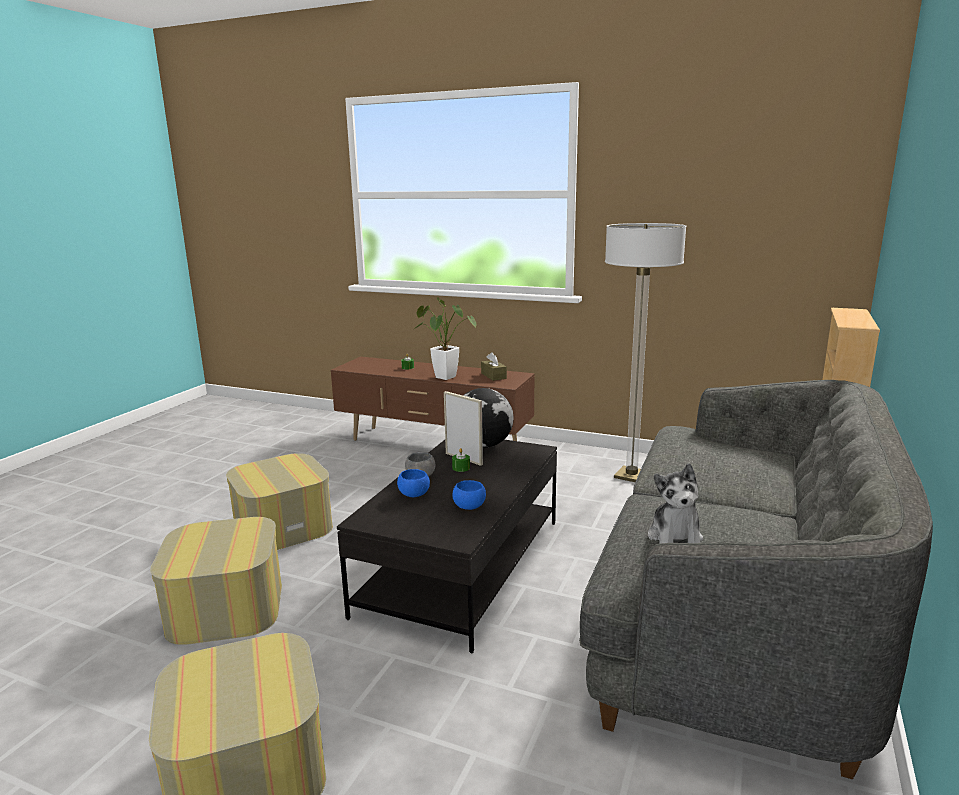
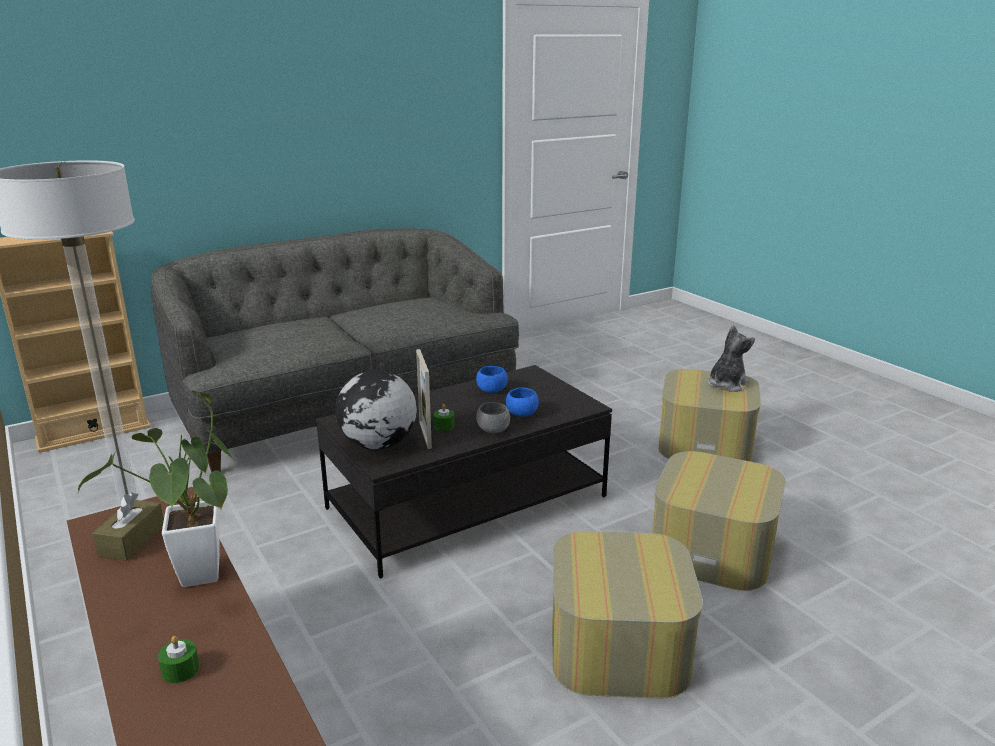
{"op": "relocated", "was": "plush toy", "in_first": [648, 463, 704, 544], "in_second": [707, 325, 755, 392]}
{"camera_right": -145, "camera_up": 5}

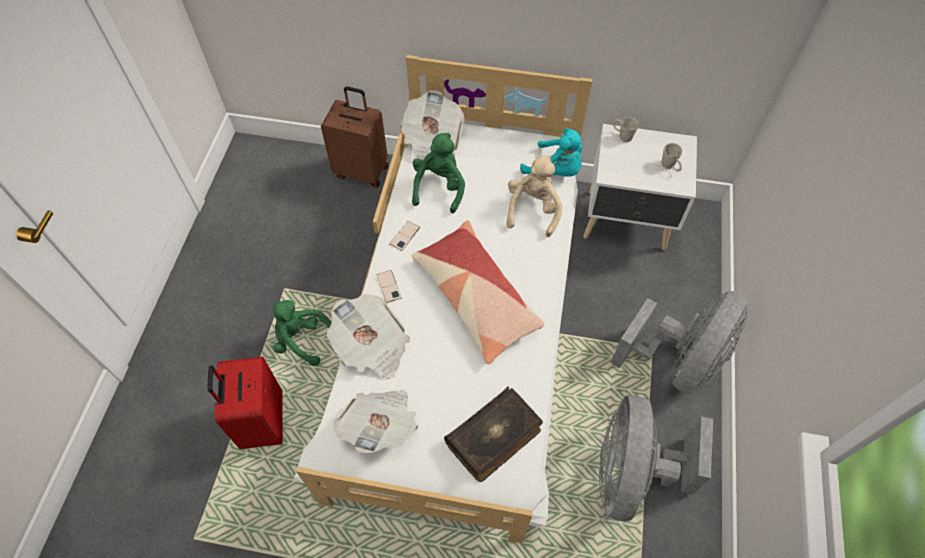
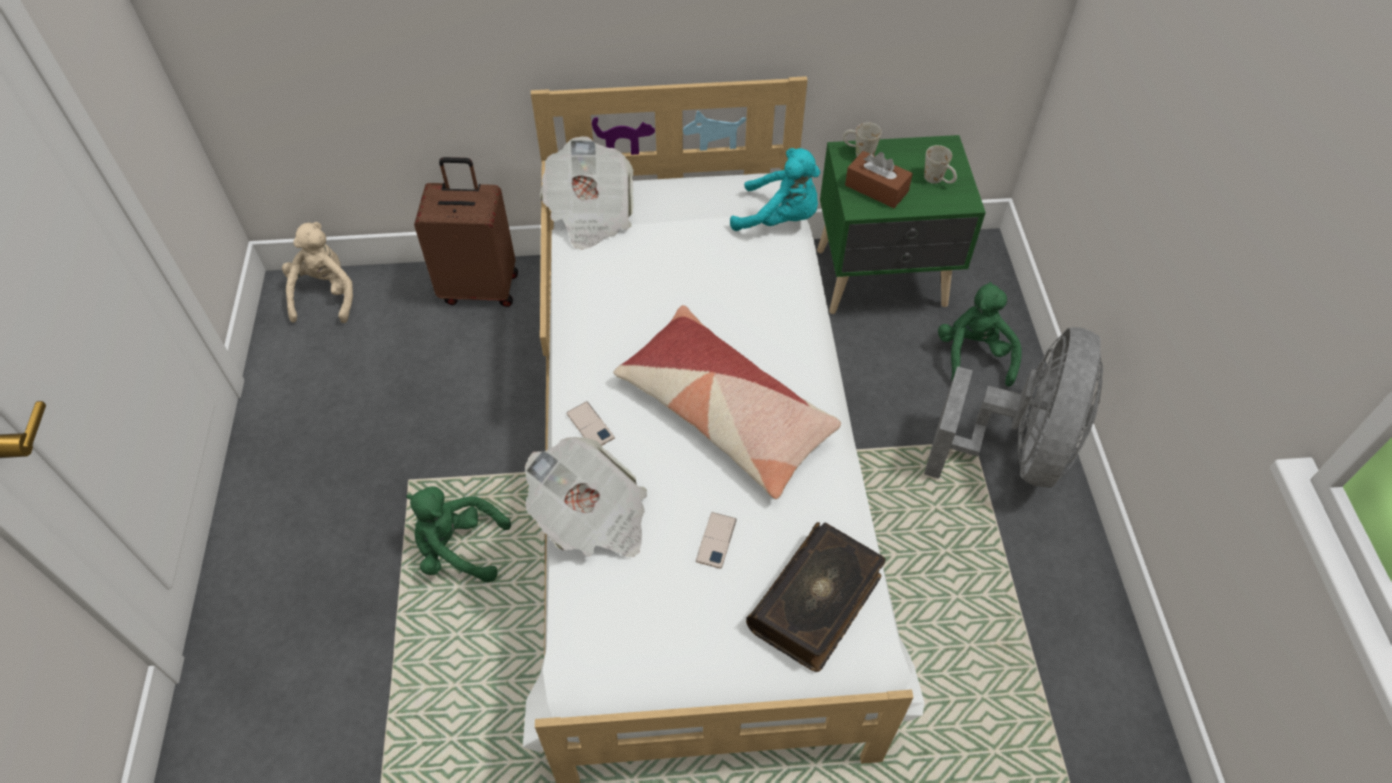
{"op": "missing", "was": "red suitcase", "in_first": [207, 357, 283, 449]}
{"op": "missing", "was": "newspaper", "in_first": [334, 390, 418, 453]}
{"op": "relocated", "was": "phone", "in_first": [389, 221, 420, 251], "in_second": [696, 512, 737, 569]}
{"op": "relocated", "was": "green plush toy", "in_first": [412, 133, 465, 214], "in_second": [938, 282, 1022, 386]}
{"op": "relocated", "was": "beige plush toy", "in_first": [507, 155, 563, 237], "in_second": [282, 222, 353, 323]}
{"op": "colour", "was": "white nightstand", "now": "green nightstand", "in_first": [583, 124, 697, 250], "in_second": [817, 135, 986, 314]}
{"op": "missing", "was": "grey fan", "in_first": [599, 395, 713, 521]}
{"op": "appeared", "now": "brown tissue box", "in_second": [845, 151, 913, 208]}
{"camera_right": -15, "camera_up": -5}

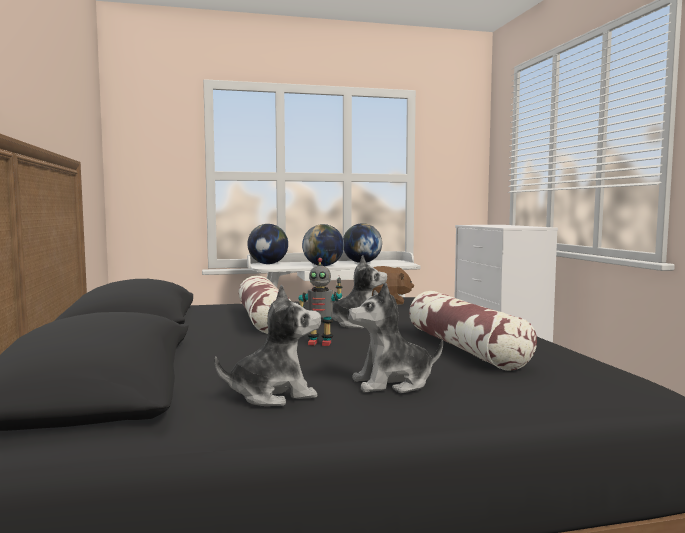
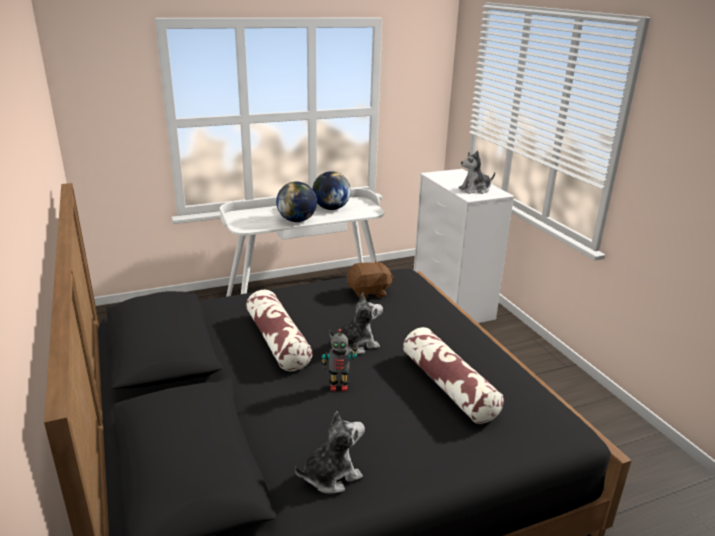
{"op": "missing", "was": "globe", "in_first": [247, 224, 288, 264]}
{"op": "relocated", "was": "plush toy", "in_first": [347, 282, 443, 393], "in_second": [458, 150, 495, 194]}
{"camera_right": -10, "camera_up": 20}

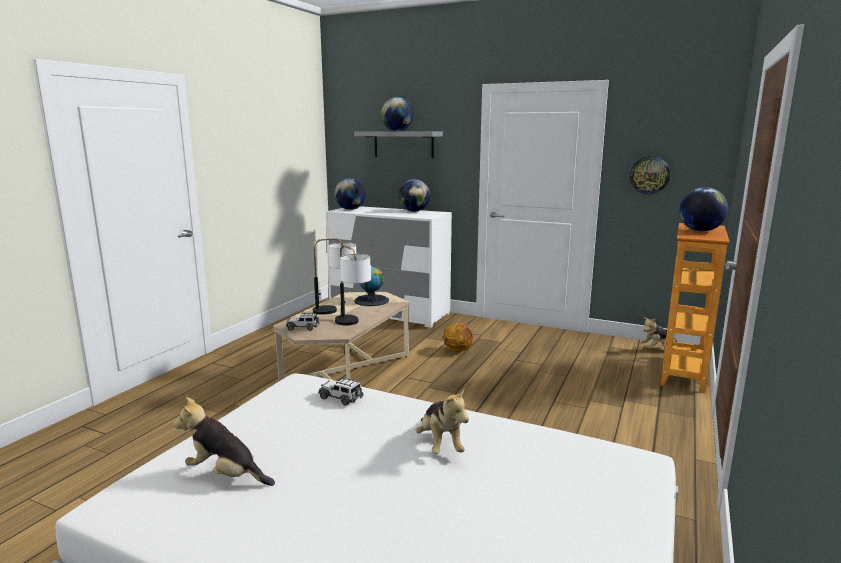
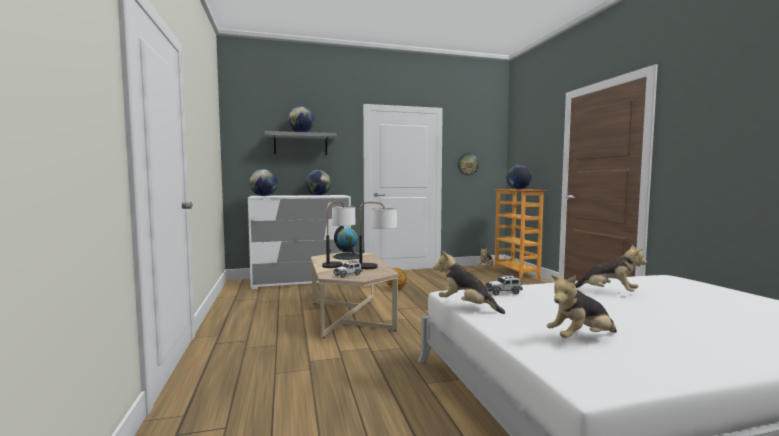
{"op": "appeared", "now": "plush toy", "in_second": [433, 250, 505, 314]}
{"camera_right": -40, "camera_up": -10}

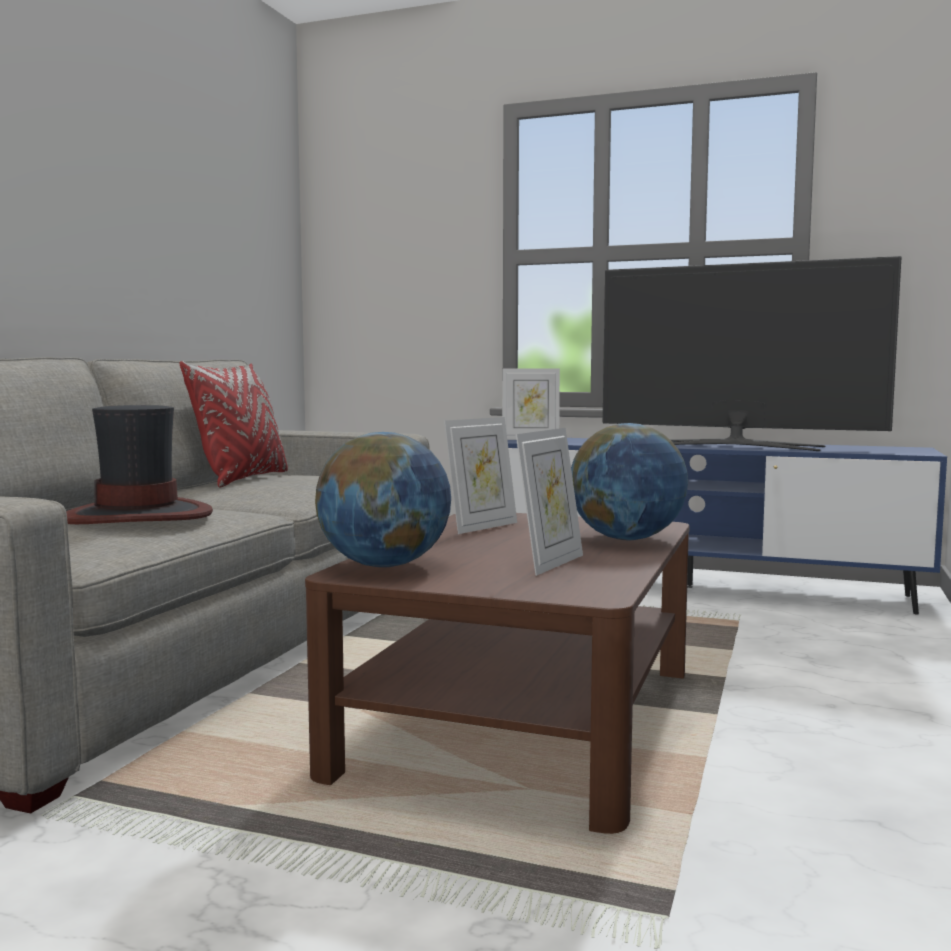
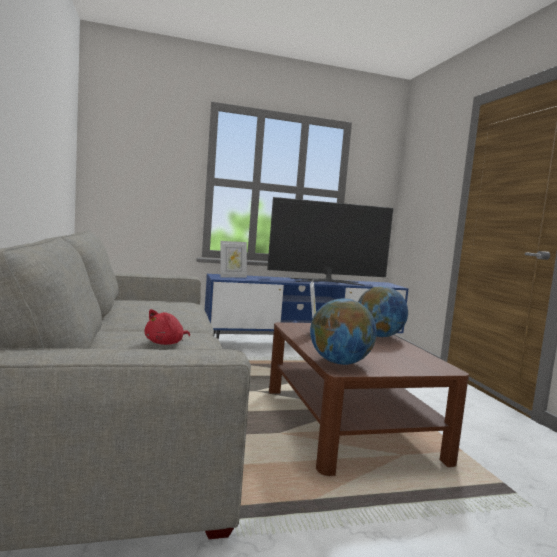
{"op": "exchanged", "was": "hat", "now": "red plush toy", "in_first": [66, 405, 213, 524], "in_second": [145, 309, 190, 345]}
{"op": "missing", "was": "red pillow", "in_first": [179, 361, 288, 487]}
{"op": "missing", "was": "picture frame", "in_first": [516, 428, 583, 576]}
{"camera_right": -35, "camera_up": 0}

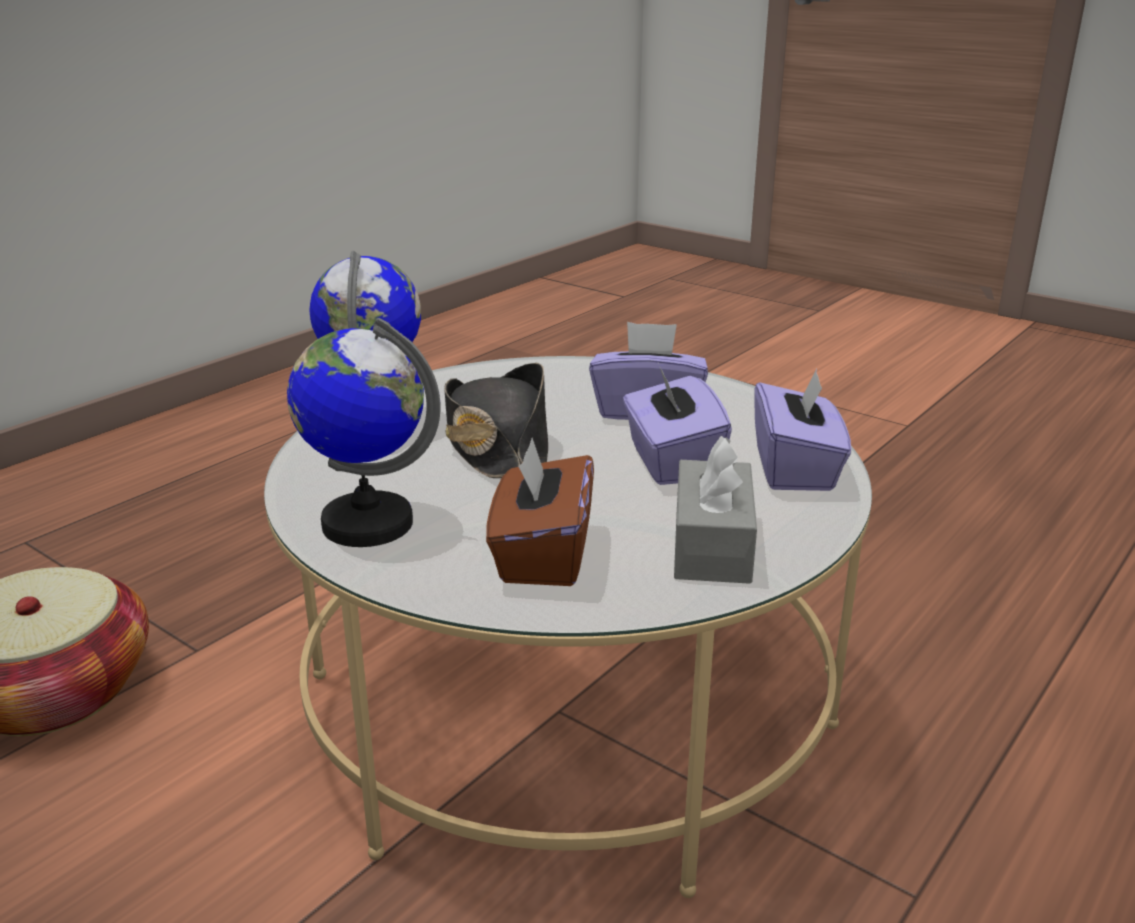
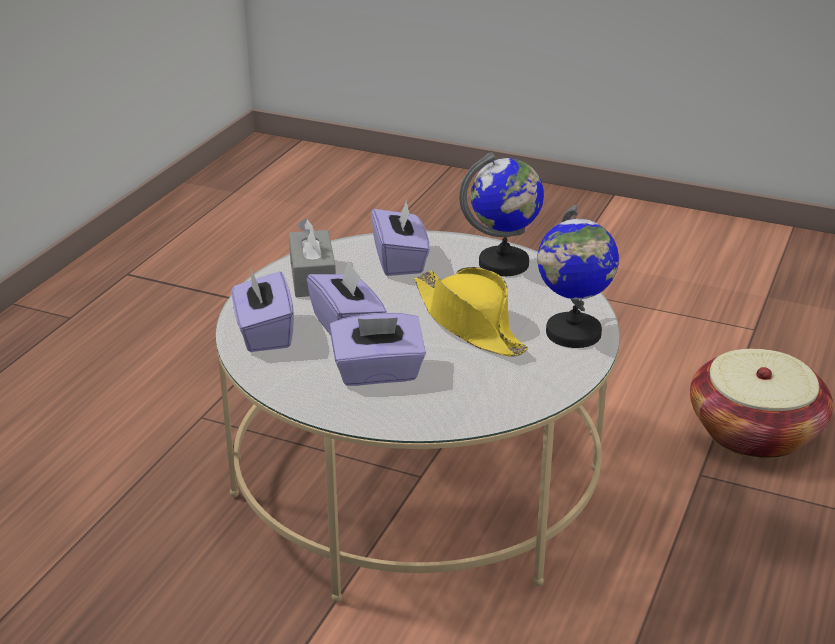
{"op": "colour", "was": "black hat", "now": "yellow hat", "in_first": [444, 363, 548, 478], "in_second": [414, 267, 528, 357]}
{"op": "colour", "was": "brown tissue box", "now": "purple tissue box", "in_first": [486, 438, 594, 586], "in_second": [371, 200, 430, 276]}
{"camera_right": 165, "camera_up": 5}

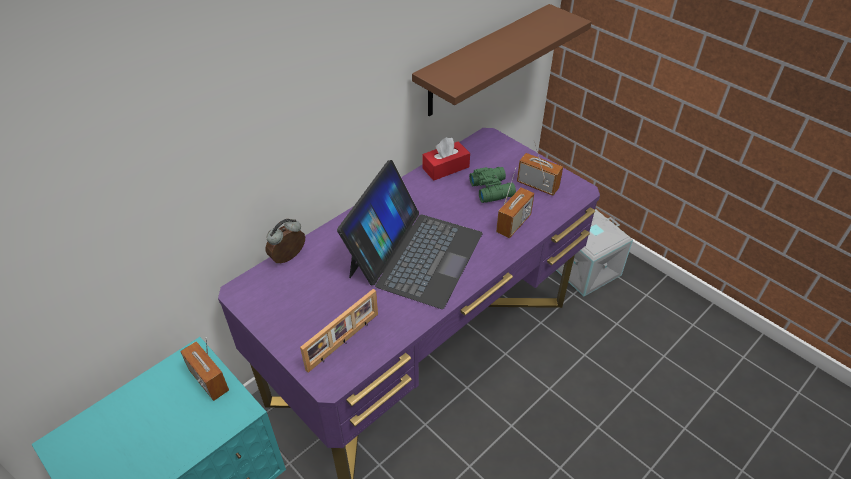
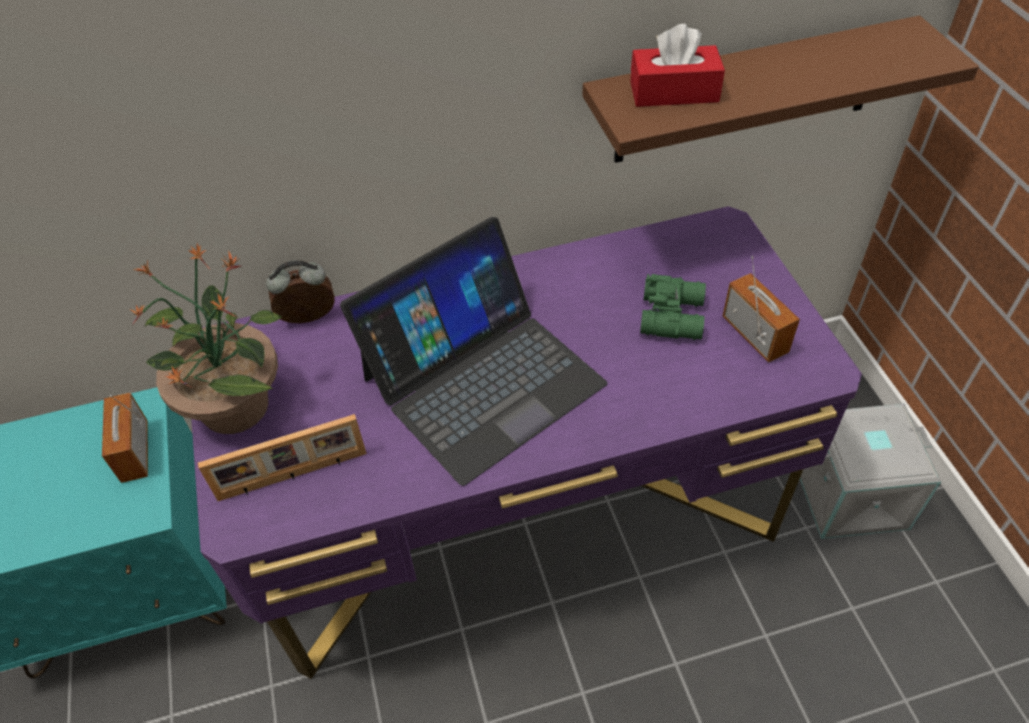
{"op": "relocated", "was": "red tissue box", "in_first": [422, 137, 470, 181], "in_second": [630, 24, 725, 107]}
{"op": "missing", "was": "radio", "in_first": [496, 168, 534, 238]}
{"op": "appeared", "now": "potted plant", "in_second": [131, 243, 283, 434]}
{"camera_right": 30, "camera_up": 5}

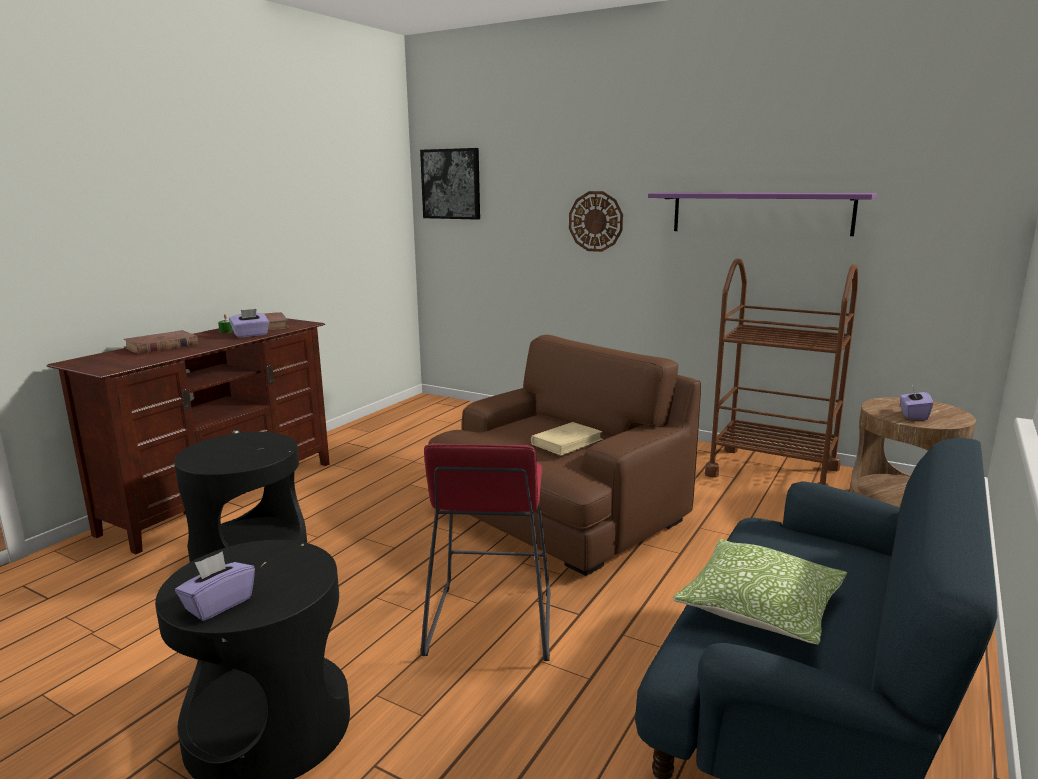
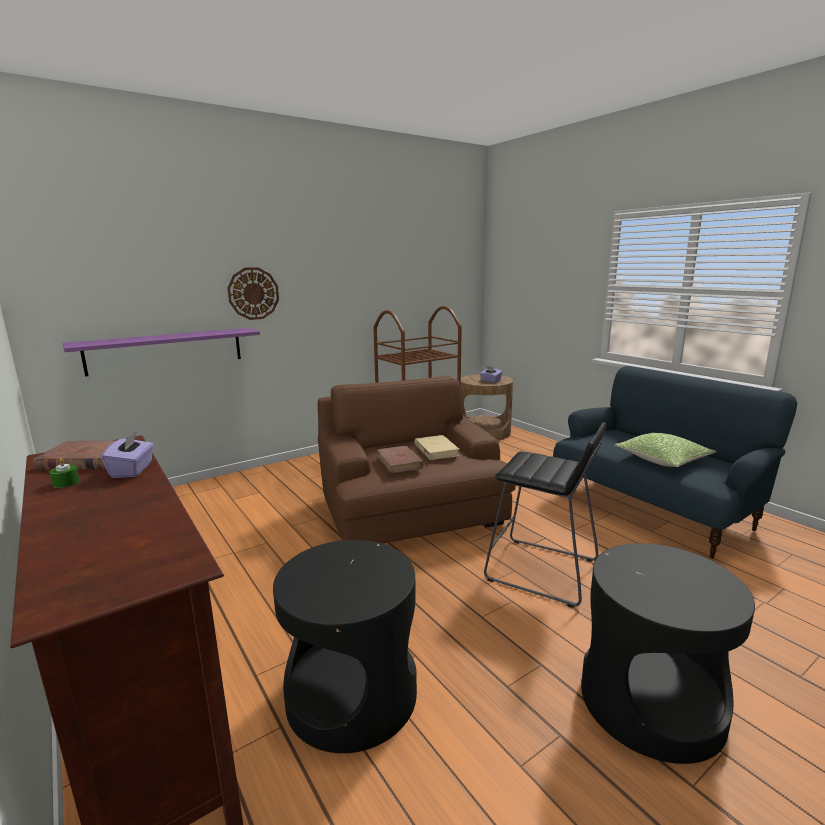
{"op": "relocated", "was": "brown book", "in_first": [124, 330, 198, 354], "in_second": [377, 446, 424, 473]}
{"op": "missing", "was": "purple tissue box", "in_first": [175, 551, 255, 621]}
{"op": "missing", "was": "picture", "in_first": [420, 148, 480, 220]}
{"op": "colour", "was": "red stool", "now": "black stool", "in_first": [421, 443, 550, 661], "in_second": [484, 423, 606, 608]}
{"op": "relocated", "was": "purple shelf", "in_first": [648, 193, 877, 236], "in_second": [63, 328, 260, 377]}
{"camera_right": -65, "camera_up": 0}

